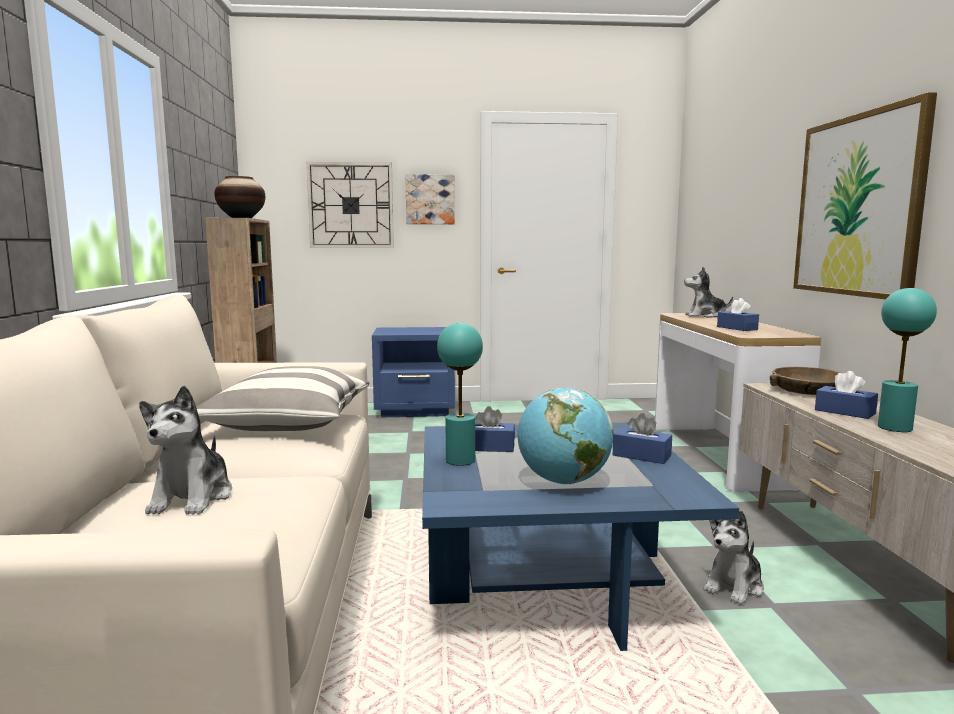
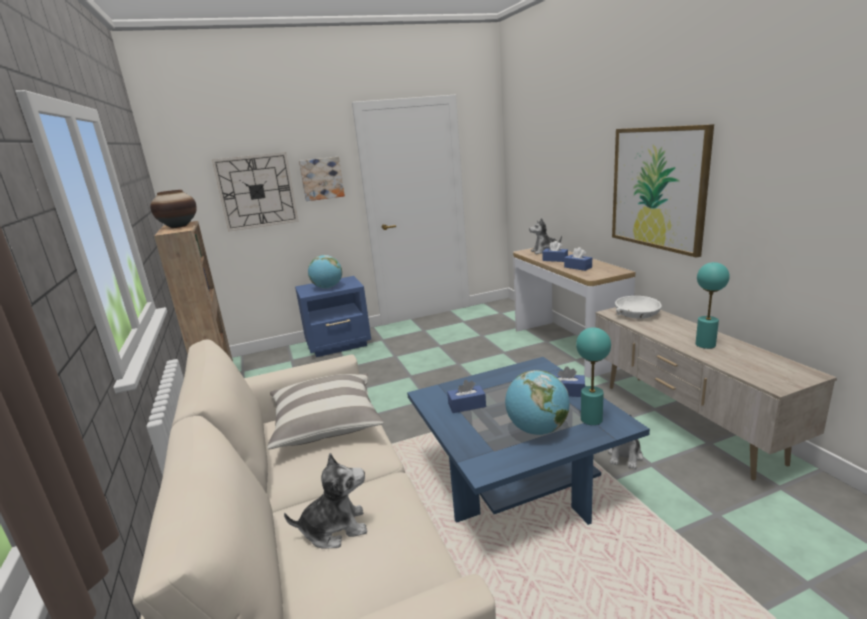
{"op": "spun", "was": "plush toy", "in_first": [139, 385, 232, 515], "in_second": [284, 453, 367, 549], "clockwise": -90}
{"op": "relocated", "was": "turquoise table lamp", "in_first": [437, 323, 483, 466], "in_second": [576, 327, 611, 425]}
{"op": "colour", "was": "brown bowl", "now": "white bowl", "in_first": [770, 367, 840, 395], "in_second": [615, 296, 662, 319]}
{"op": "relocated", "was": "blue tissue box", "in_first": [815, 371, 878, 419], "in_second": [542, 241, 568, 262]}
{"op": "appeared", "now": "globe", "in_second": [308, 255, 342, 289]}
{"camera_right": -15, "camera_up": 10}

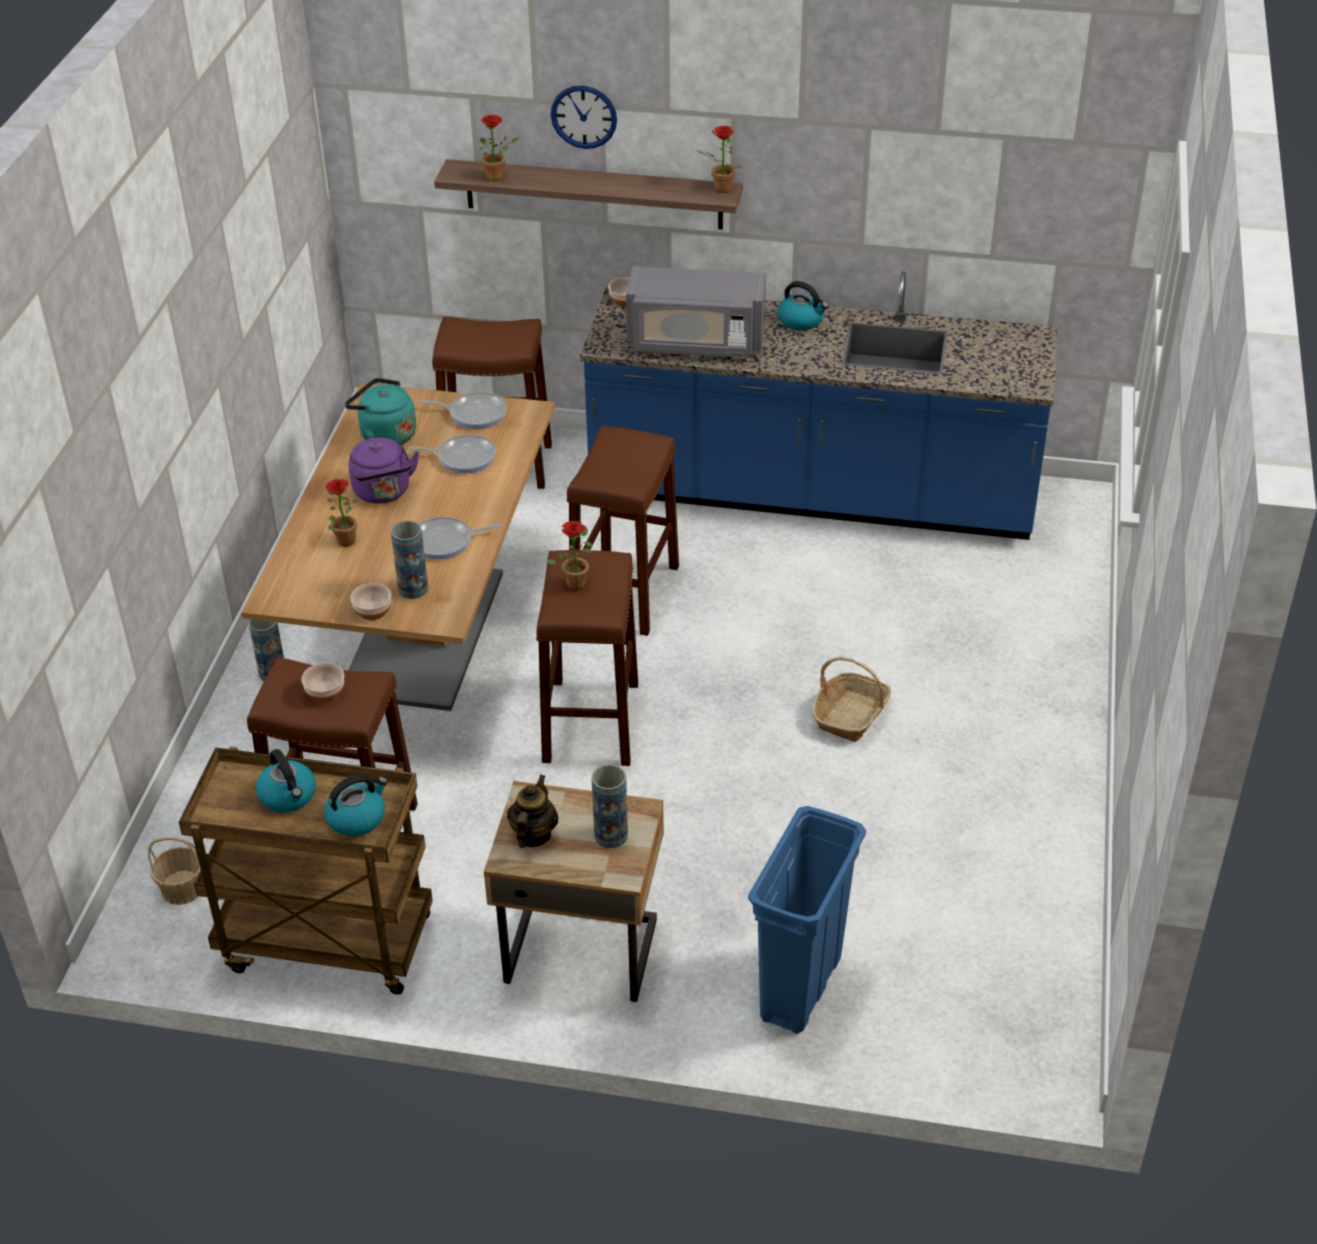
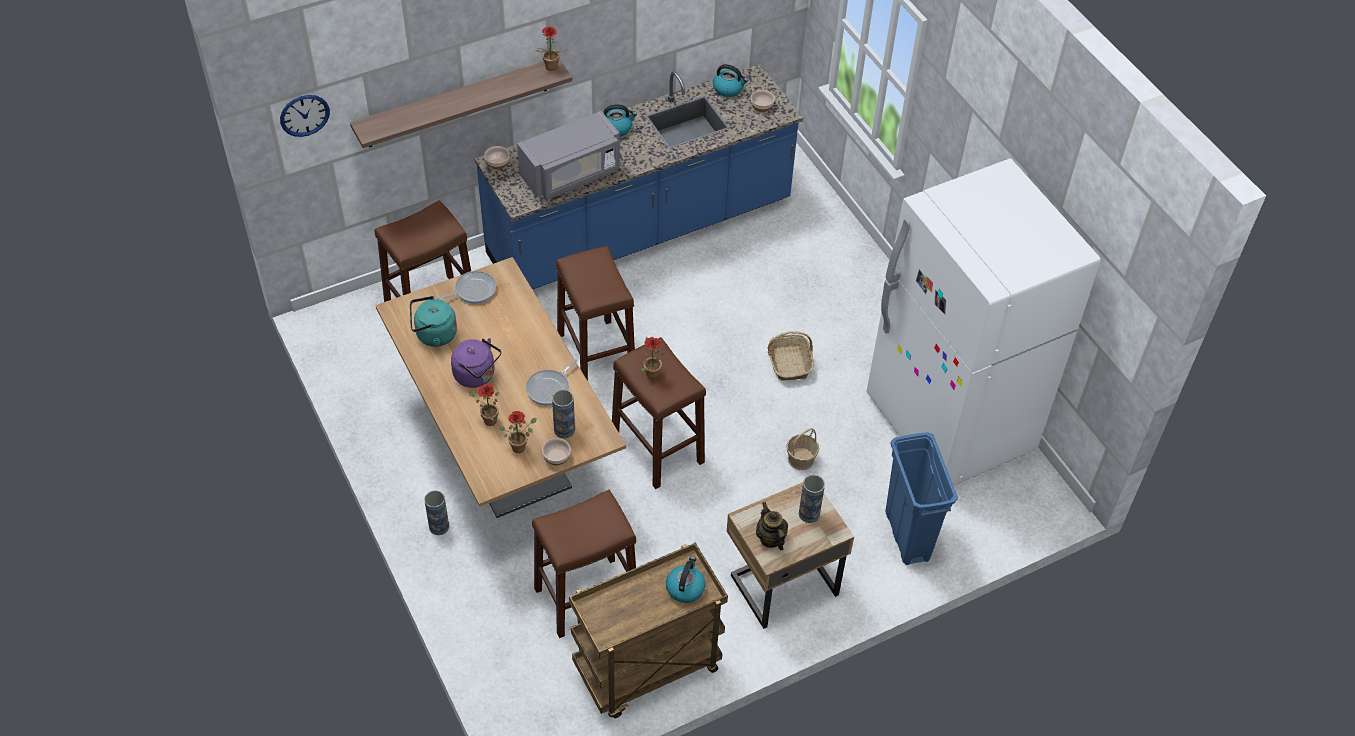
{"op": "relocated", "was": "basket", "in_first": [148, 836, 201, 905], "in_second": [786, 428, 819, 470]}
{"op": "relocated", "was": "kettle", "in_first": [256, 749, 316, 813], "in_second": [713, 64, 748, 97]}
{"op": "relocated", "was": "bowl", "in_first": [301, 663, 344, 702], "in_second": [751, 90, 775, 112]}
{"op": "missing", "was": "frying pan", "in_first": [408, 434, 496, 473]}
{"op": "relocated", "was": "potted plant", "in_first": [479, 115, 519, 181], "in_second": [499, 411, 537, 453]}
{"op": "relocated", "was": "wall clock", "in_first": [551, 86, 617, 149], "in_second": [280, 95, 330, 137]}
{"op": "appeared", "now": "white fridge", "in_second": [866, 159, 1101, 487]}
{"camera_right": -40, "camera_up": 10}

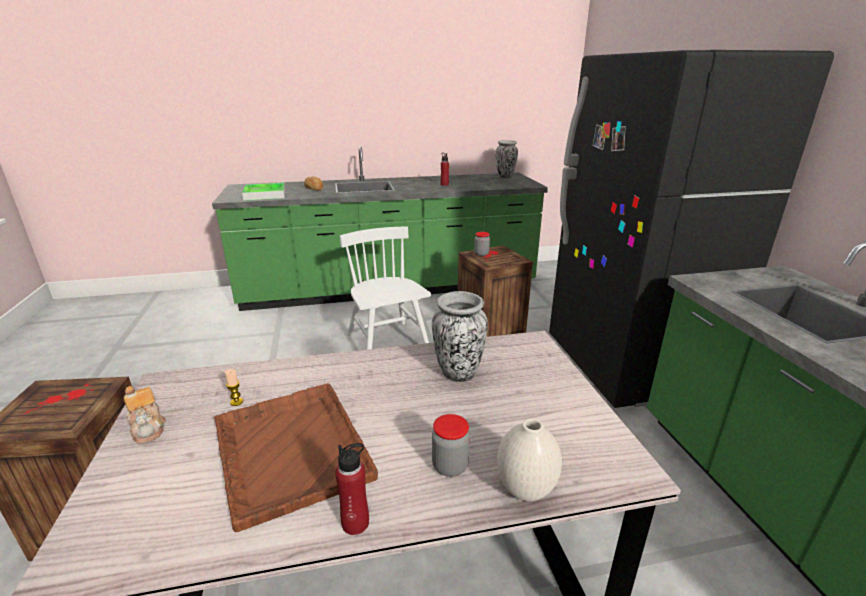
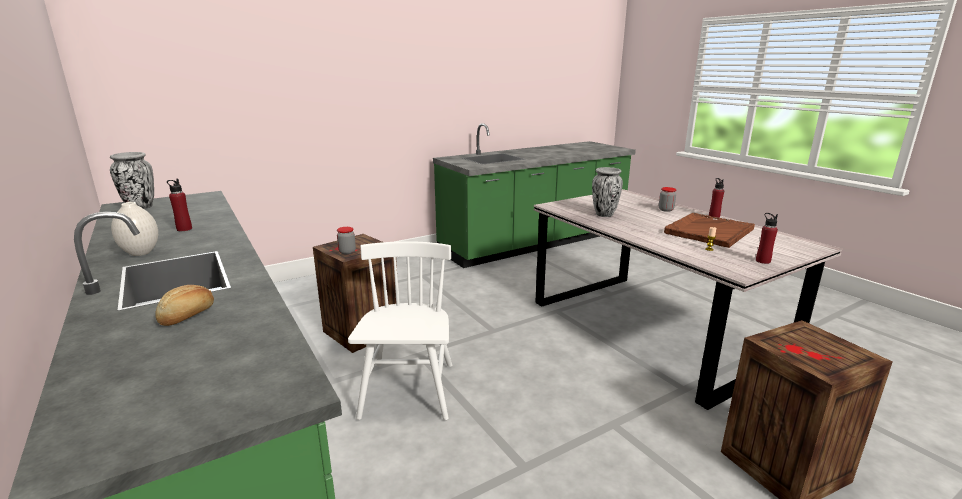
{"op": "exchanged", "was": "teapot", "now": "red bottle", "in_first": [124, 386, 166, 444], "in_second": [756, 213, 778, 264]}
{"op": "missing", "was": "tray", "in_first": [242, 183, 285, 201]}
{"op": "spun", "was": "white chair", "in_first": [340, 227, 431, 350], "in_second": [348, 241, 452, 420], "clockwise": 135}
{"op": "relocated", "was": "white vase", "in_first": [497, 418, 562, 501], "in_second": [111, 202, 158, 256]}
{"op": "missing", "was": "black fridge", "in_first": [549, 50, 834, 408]}
{"camera_right": -110, "camera_up": -5}

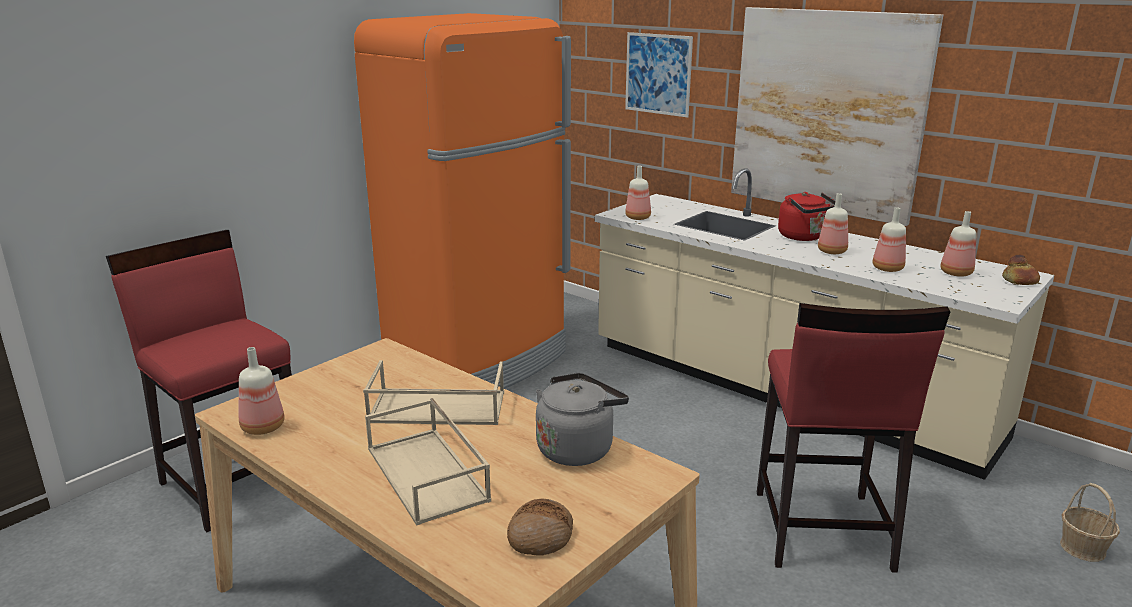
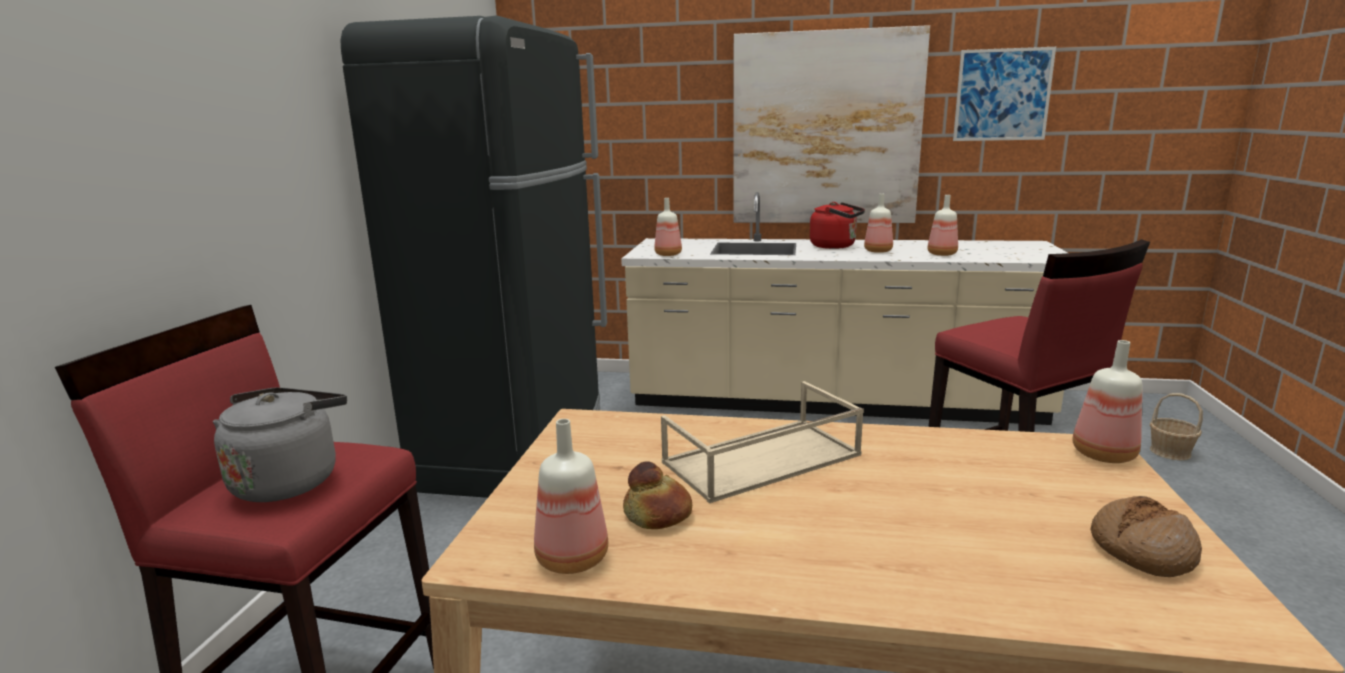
{"op": "colour", "was": "orange fridge", "now": "black fridge", "in_first": [354, 13, 571, 389], "in_second": [340, 15, 607, 498]}
{"op": "missing", "was": "beige tray", "in_first": [365, 398, 491, 526]}
{"op": "relocated", "was": "grey kettle", "in_first": [536, 373, 629, 466], "in_second": [213, 388, 347, 502]}
{"op": "relocated", "was": "picture", "in_first": [625, 32, 693, 117], "in_second": [953, 47, 1056, 141]}
{"op": "relocated", "was": "bottle", "in_first": [940, 211, 976, 277], "in_second": [1072, 340, 1142, 463]}
{"op": "relocated", "was": "bread", "in_first": [1002, 255, 1040, 285], "in_second": [623, 461, 692, 529]}
{"camera_right": -30, "camera_up": -5}

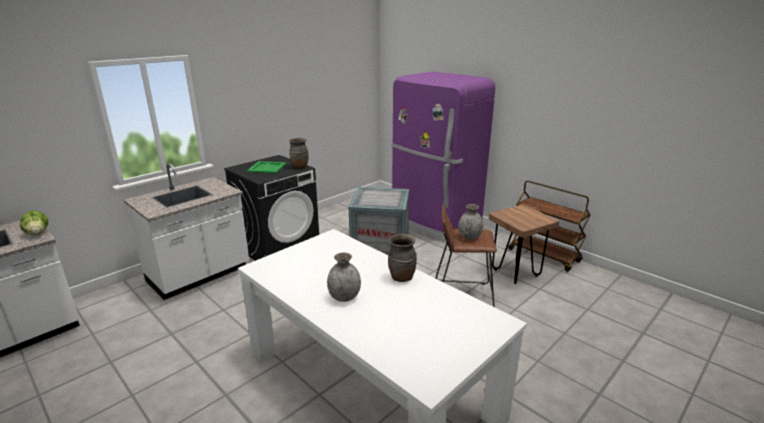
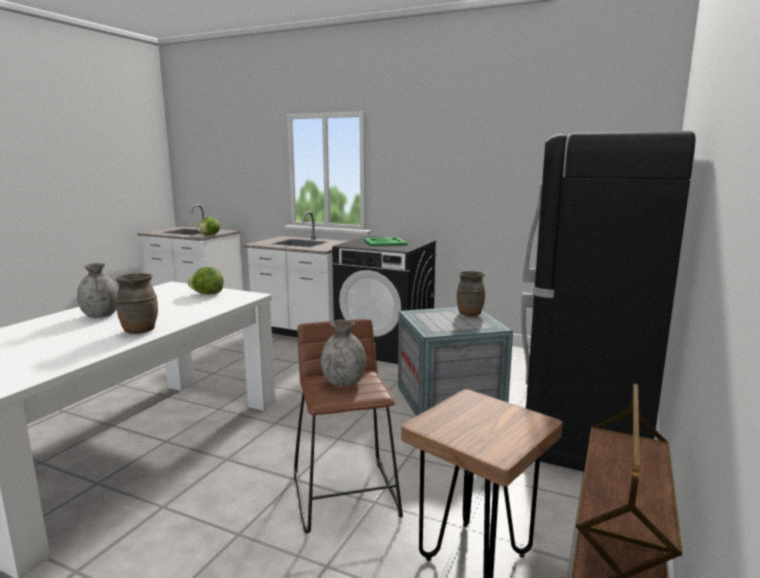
{"op": "relocated", "was": "brown vase", "in_first": [289, 138, 308, 168], "in_second": [457, 271, 485, 316]}
{"op": "colour", "was": "purple fridge", "now": "black fridge", "in_first": [392, 72, 495, 243], "in_second": [521, 131, 695, 472]}
{"op": "appeared", "now": "lettuce", "in_second": [188, 267, 224, 294]}
{"camera_right": 70, "camera_up": -10}

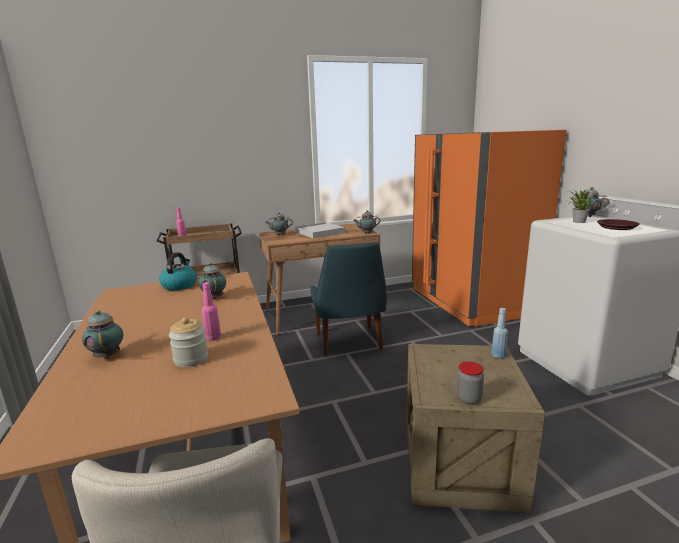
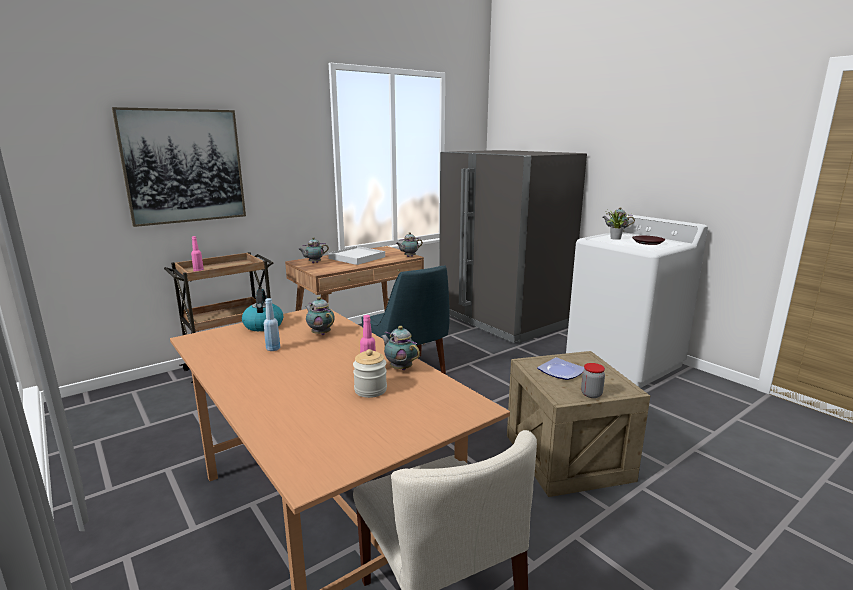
{"op": "relocated", "was": "teapot", "in_first": [82, 310, 124, 359], "in_second": [381, 326, 420, 370]}
{"op": "colour", "was": "orange fridge", "now": "grey fridge", "in_first": [412, 130, 567, 327], "in_second": [439, 150, 587, 343]}
{"op": "relocated", "was": "blue bottle", "in_first": [491, 308, 508, 358], "in_second": [264, 298, 280, 351]}
{"op": "appeared", "now": "picture", "in_second": [112, 107, 246, 227]}
{"op": "appeared", "now": "plate", "in_second": [537, 357, 584, 380]}
{"camera_right": -20, "camera_up": 0}

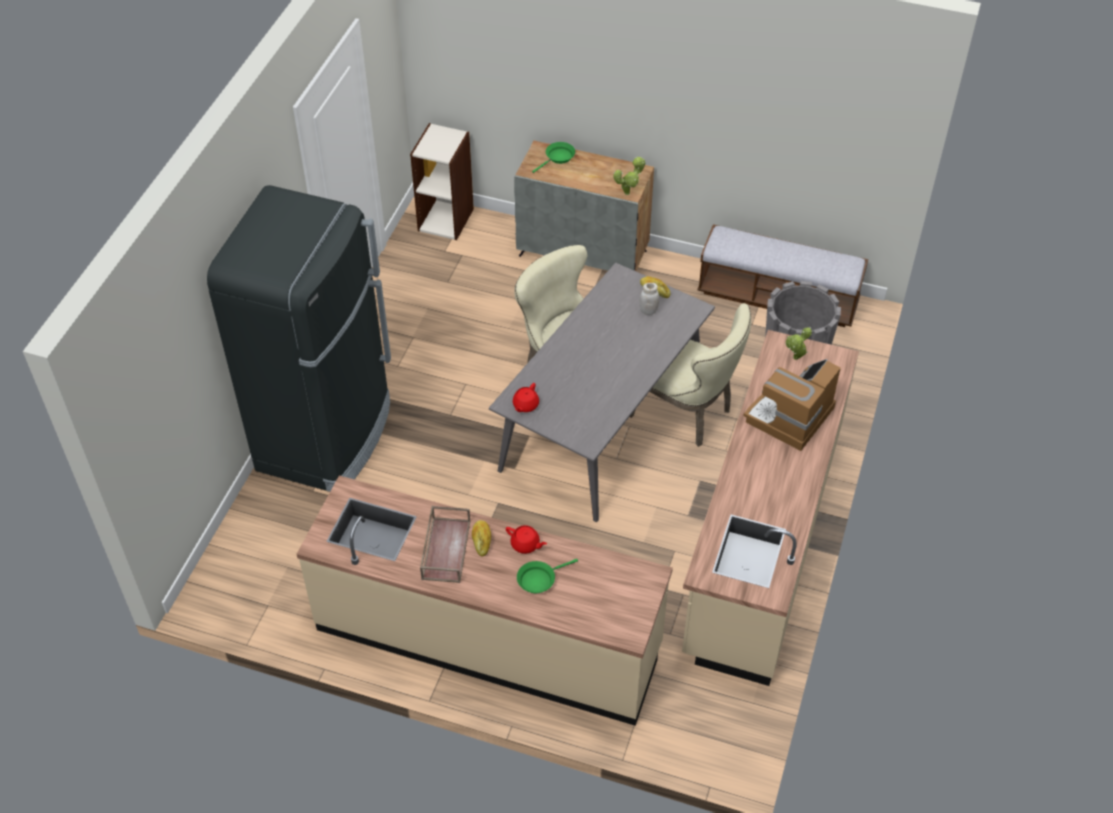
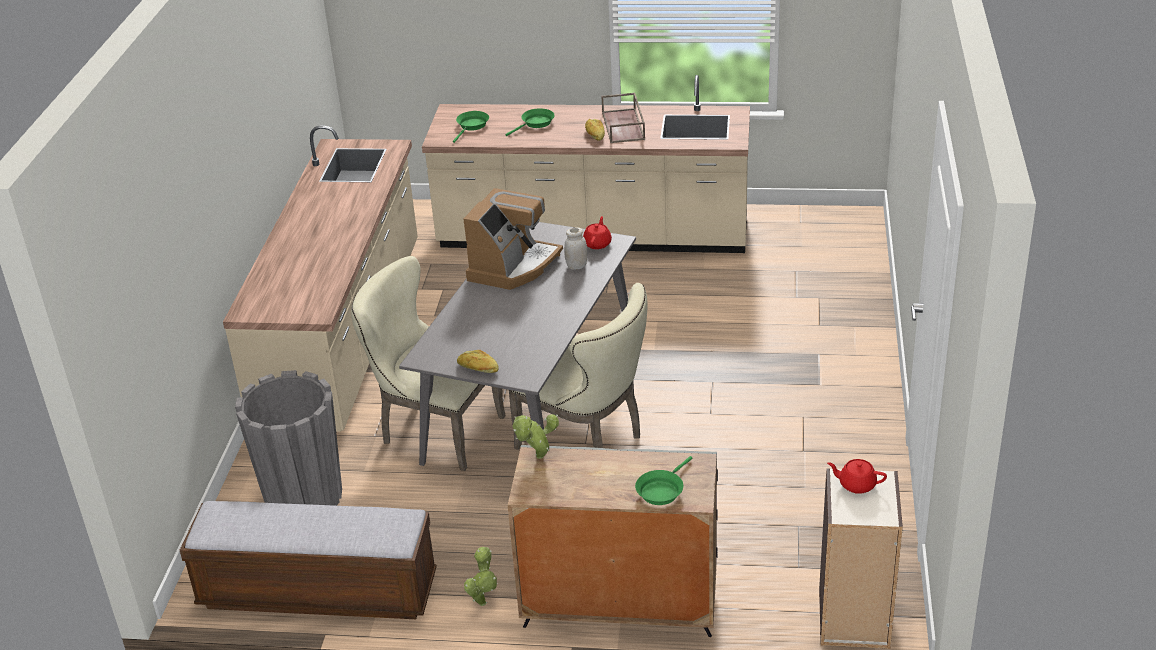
{"op": "missing", "was": "black fridge", "in_first": [207, 185, 391, 492]}
{"op": "relocated", "was": "red teapot", "in_first": [506, 525, 547, 554], "in_second": [827, 459, 887, 494]}
{"op": "relocated", "was": "white jar", "in_first": [640, 283, 659, 315], "in_second": [564, 227, 587, 270]}
{"op": "relocated", "was": "coffee machine", "in_first": [744, 359, 841, 451], "in_second": [463, 188, 563, 290]}
{"op": "relocated", "was": "potted plant", "in_first": [785, 327, 812, 360], "in_second": [464, 547, 497, 606]}
{"op": "appeared", "now": "green frying pan", "in_second": [453, 111, 489, 143]}
{"camera_right": 170, "camera_up": -15}

